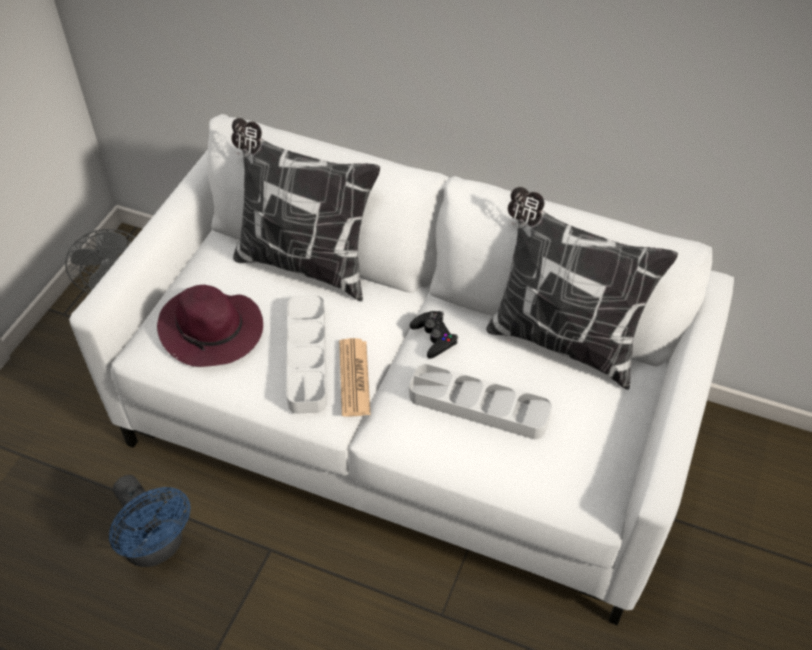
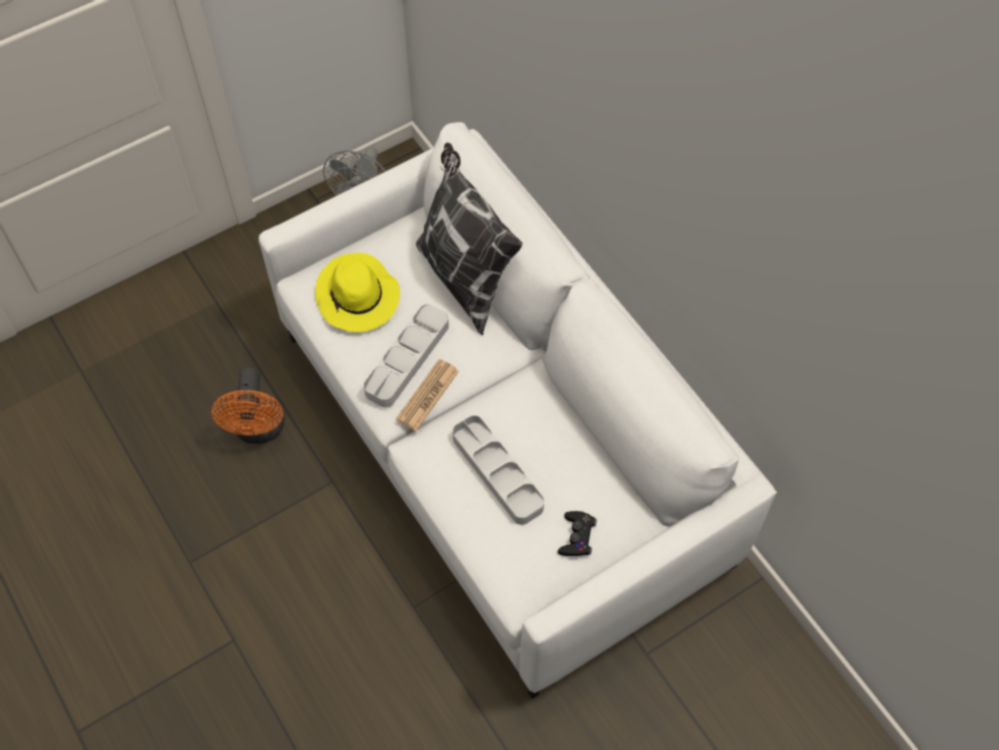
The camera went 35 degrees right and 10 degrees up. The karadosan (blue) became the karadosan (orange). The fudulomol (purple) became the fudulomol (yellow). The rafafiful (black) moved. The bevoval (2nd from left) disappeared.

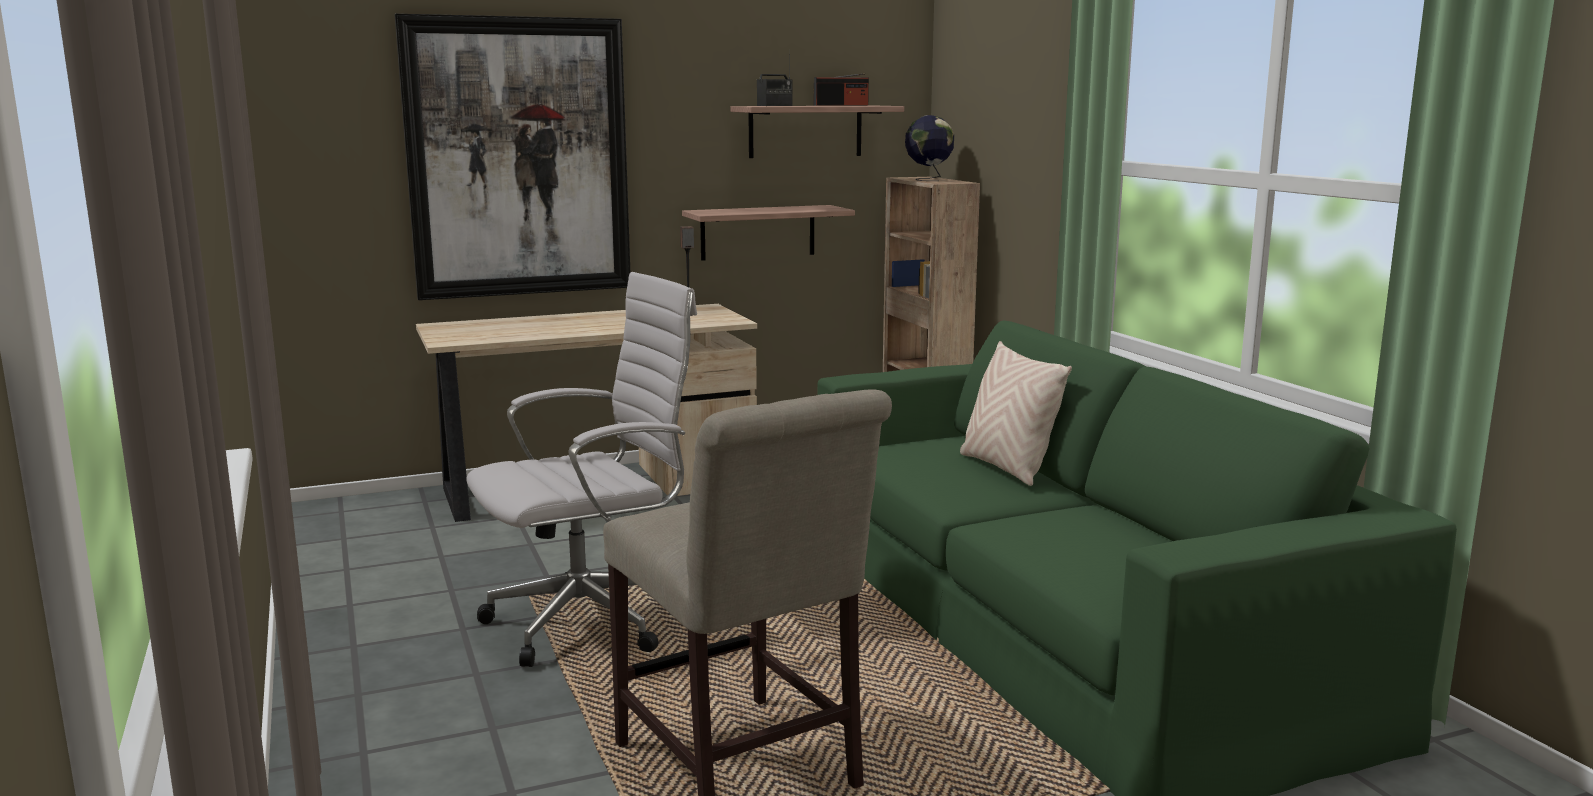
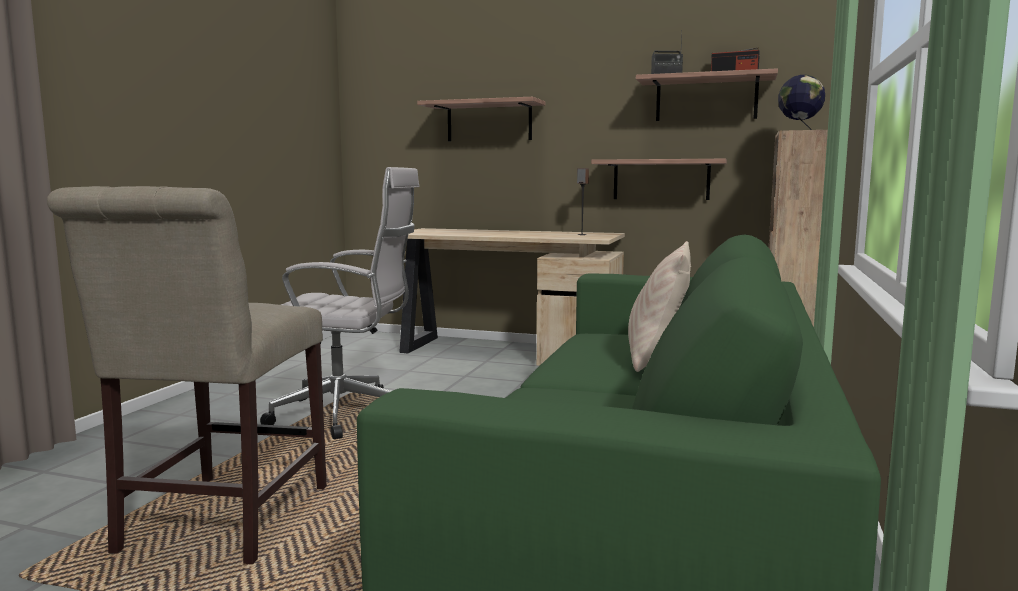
The camera went 40 degrees right and 5 degrees down. The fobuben was replaced by the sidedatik (1st from left).

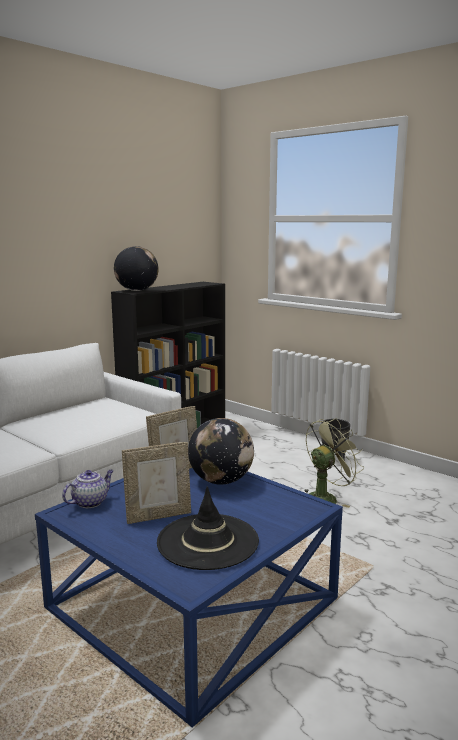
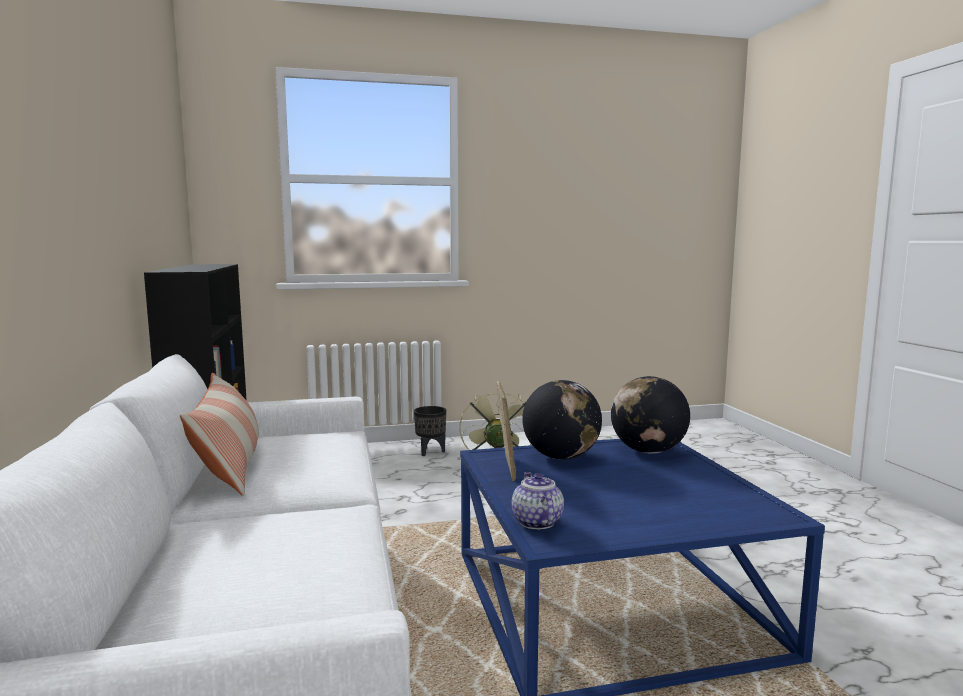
The camera went 55 degrees left and 5 degrees down. The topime (1st from left in the first image) moved. The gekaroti (1st from left) disappeared. The fudulomol (black) disappeared. The bevoval appeared.

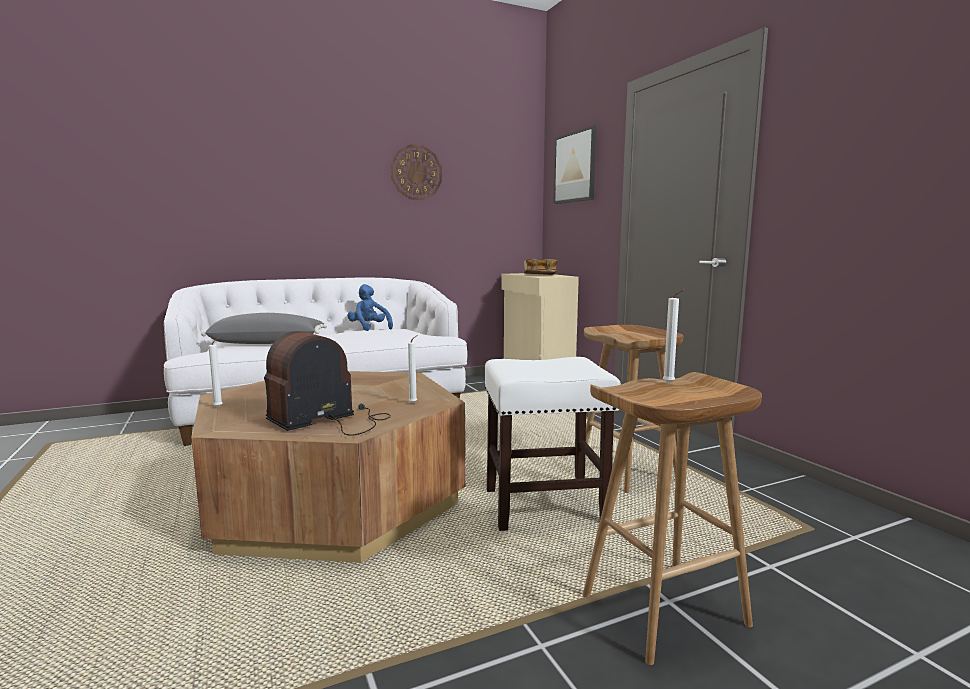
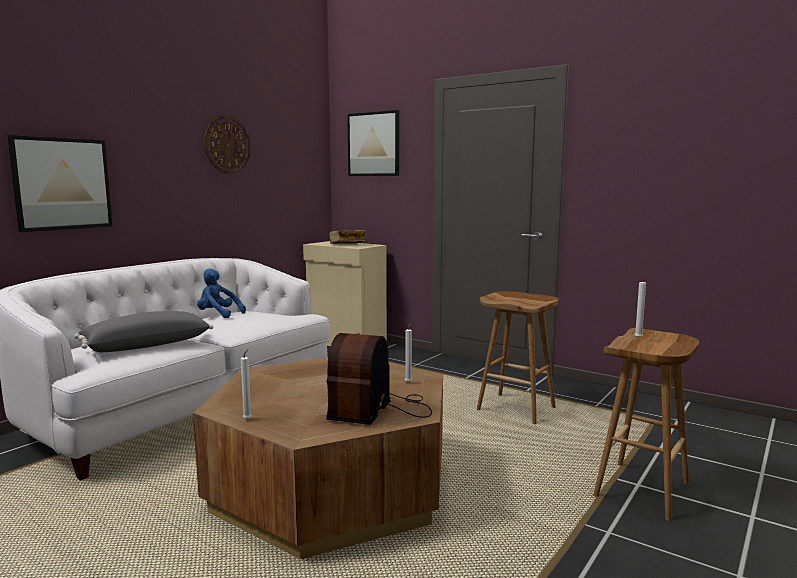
The camera went 30 degrees left and 0 degrees up. The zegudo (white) disappeared. The fobuben (1st from left) appeared.

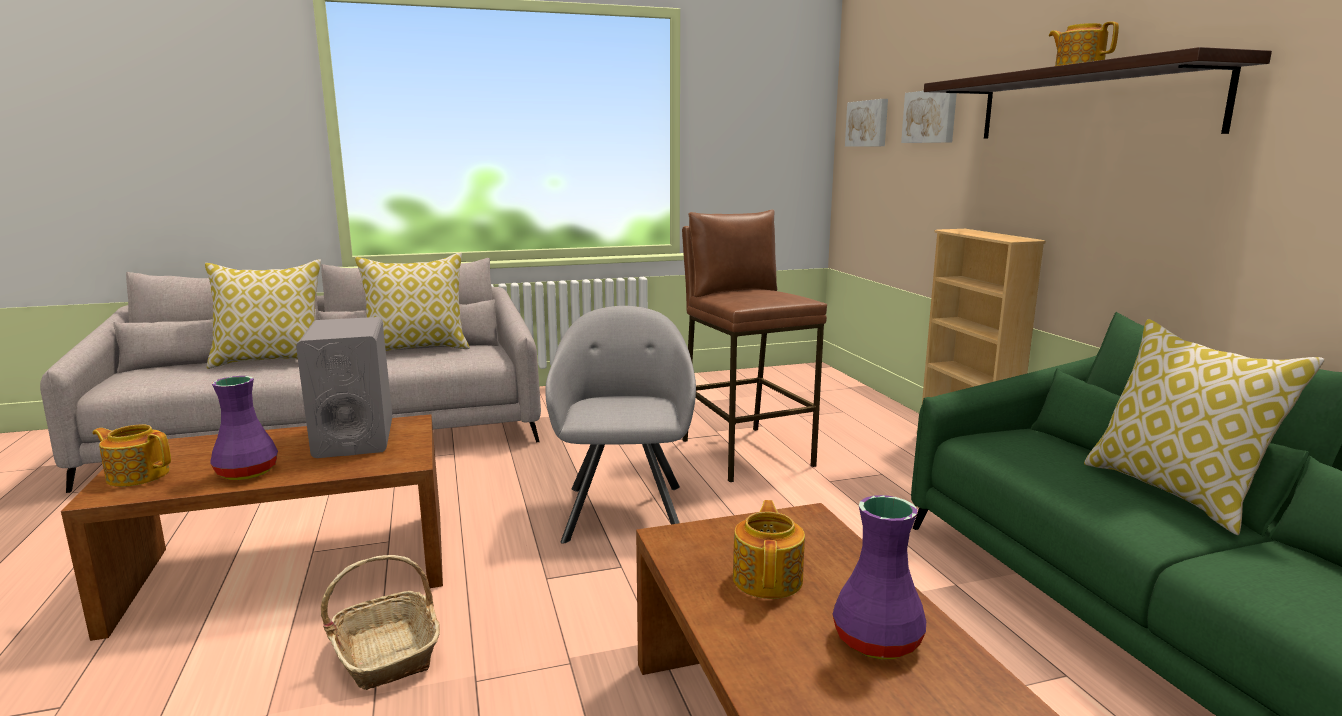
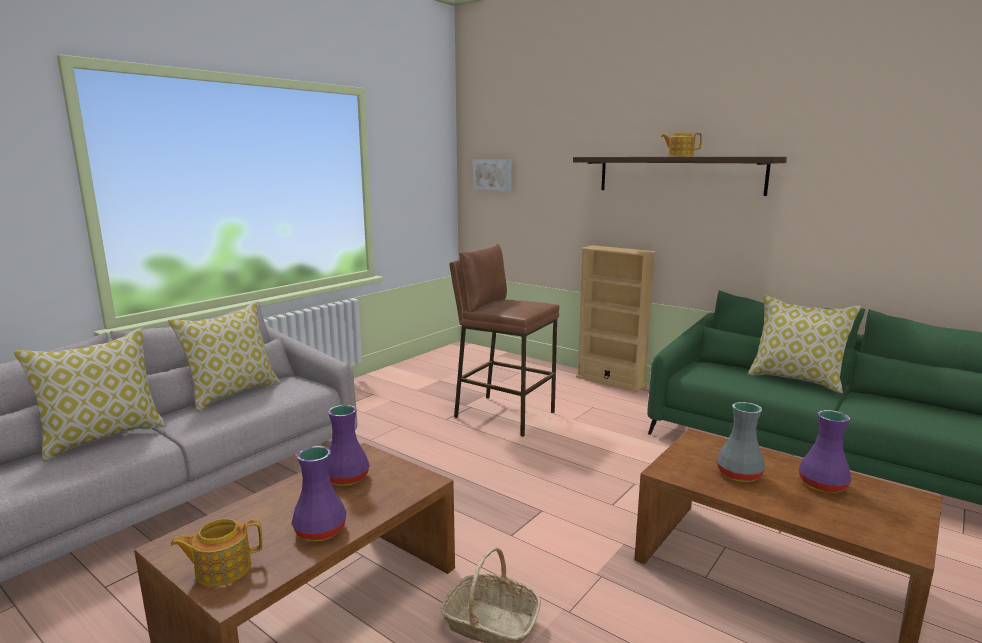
The camera went 35 degrees left and 0 degrees up. The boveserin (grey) was replaced by the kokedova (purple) (2nd from left). The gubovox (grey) disappeared. The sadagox (2nd from left) was replaced by the kokedova (grey). The fobuben (2nd from left) disappeared.

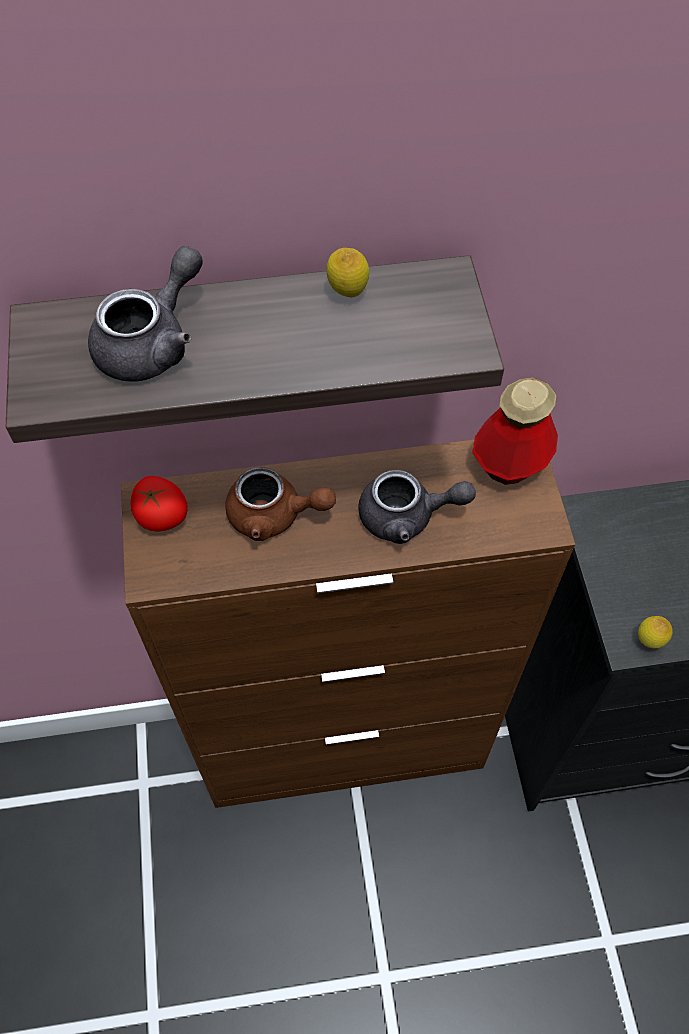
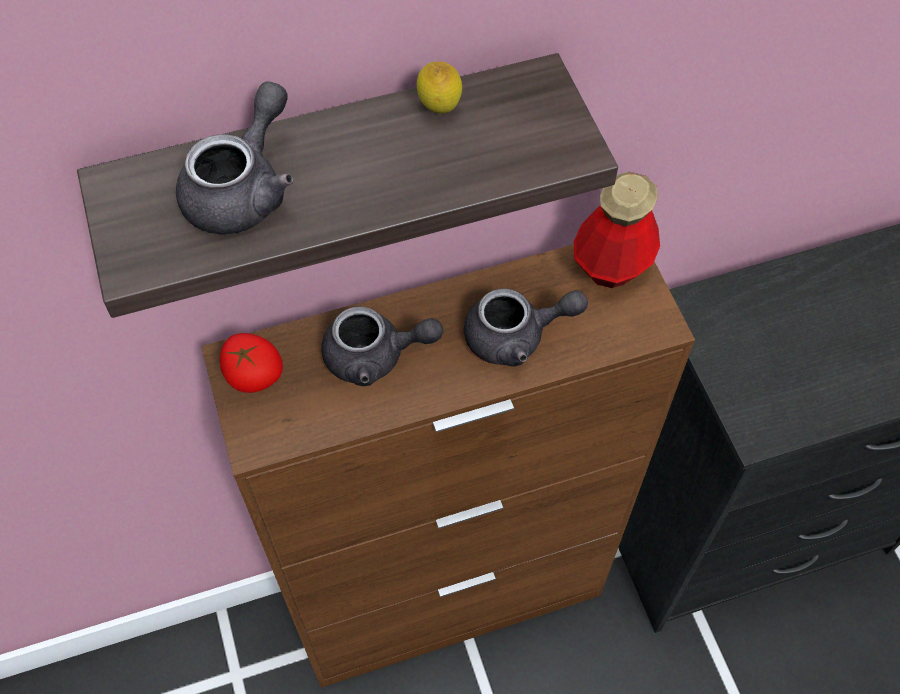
The camera went 10 degrees left and 0 degrees up. The sadagox (brown) became the sadagox (grey) (2nd from left). The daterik (2nd from left) disappeared.

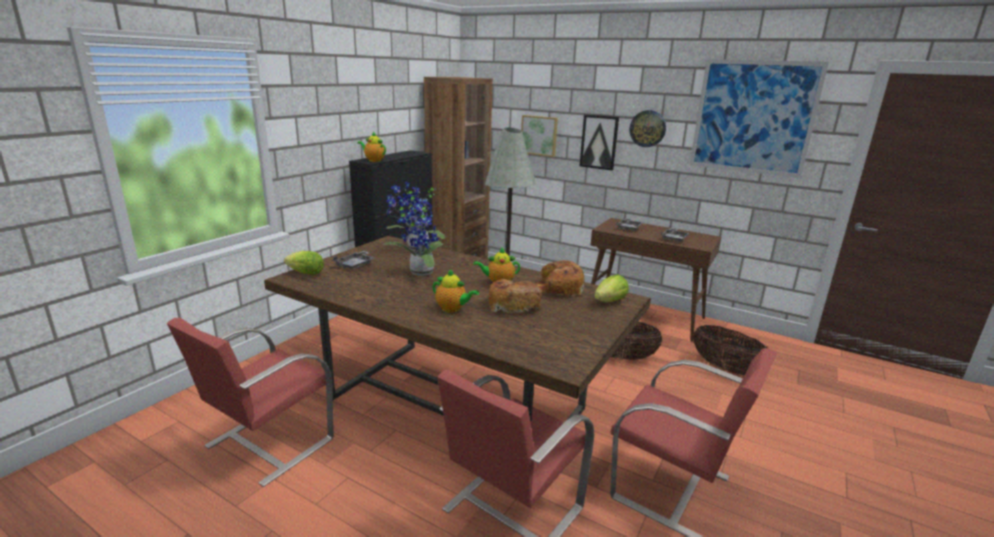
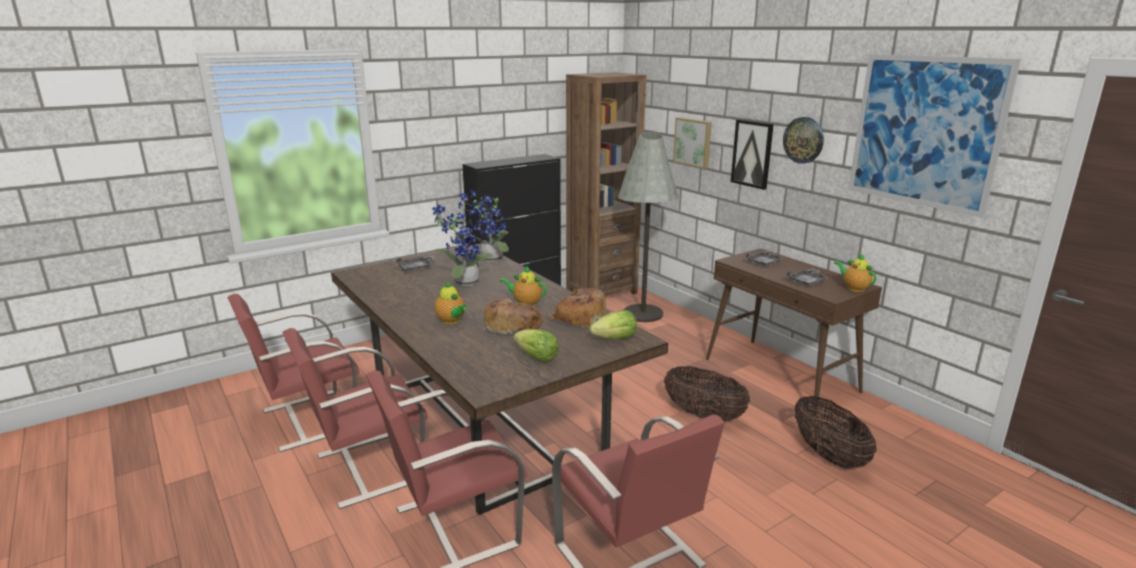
The camera went 25 degrees right and 0 degrees up. The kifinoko (1st from left) moved. The sadagox (1st from left in the first image) moved. The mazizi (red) (2nd from left) appeared.

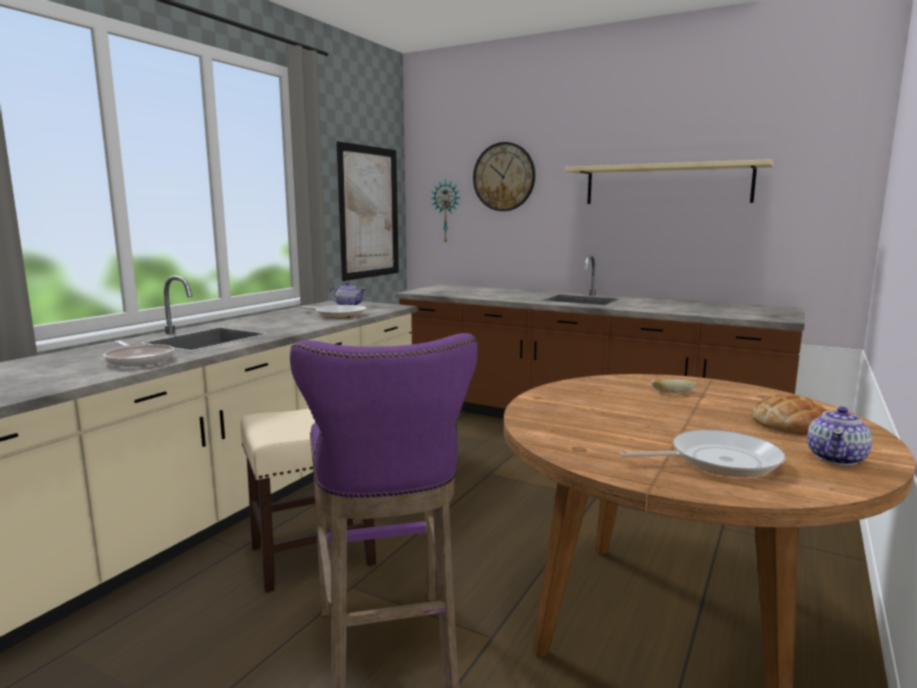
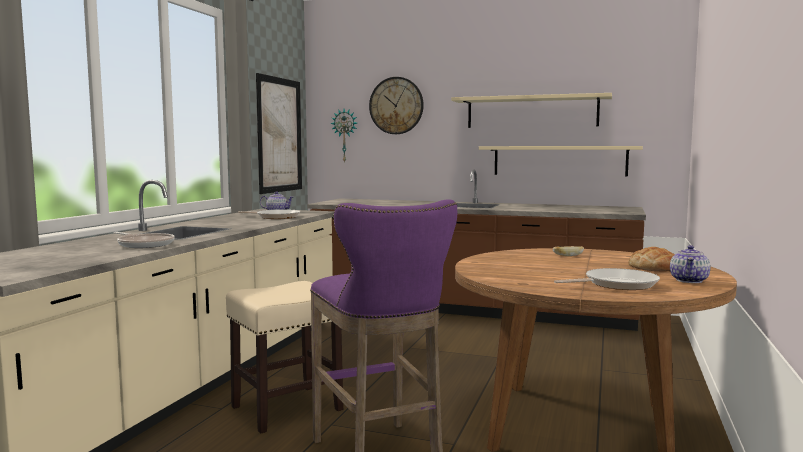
The camera went 10 degrees left and 5 degrees down. The sidedatik (beige) (2nd from left) appeared.

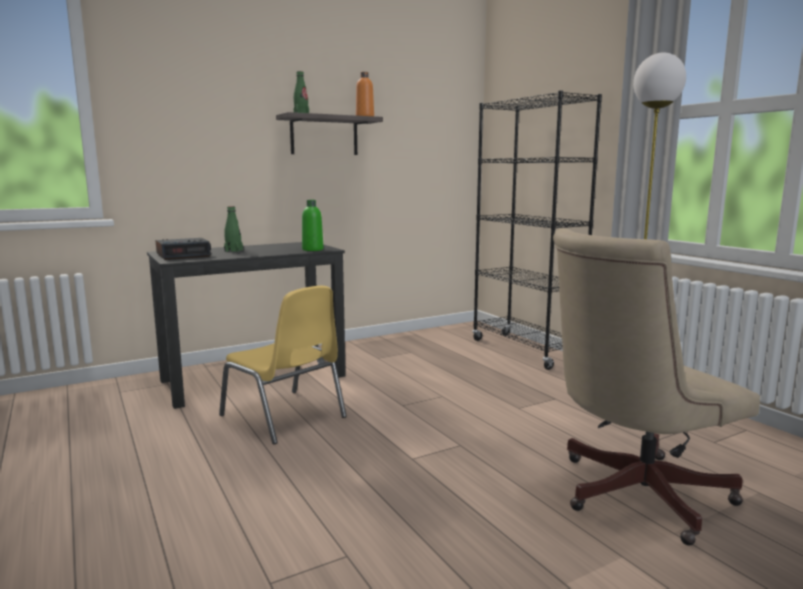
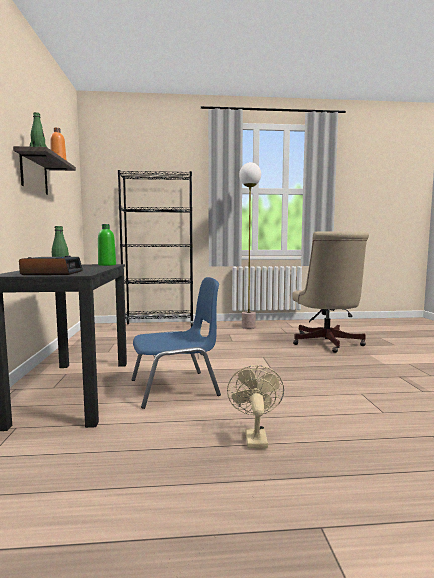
The camera went 65 degrees left and 5 degrees down. The mazizi (yellow) became the mazizi (blue). The karadosan (beige) appeared.

